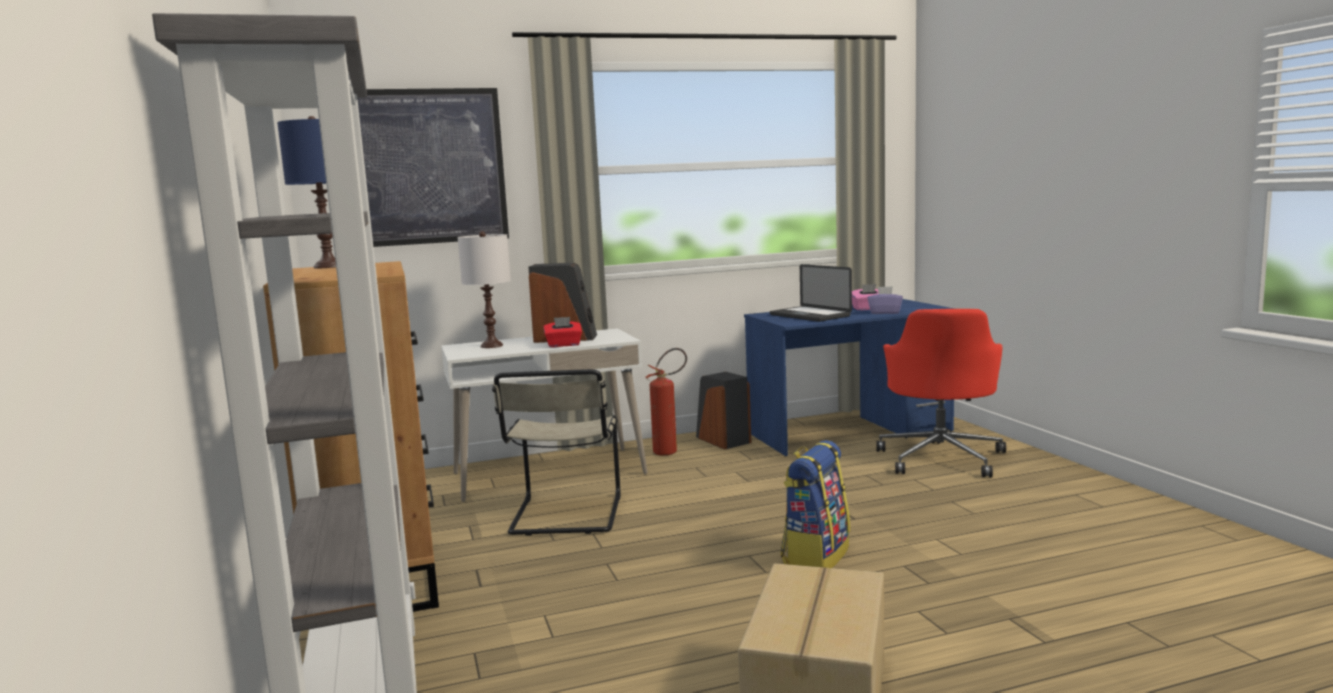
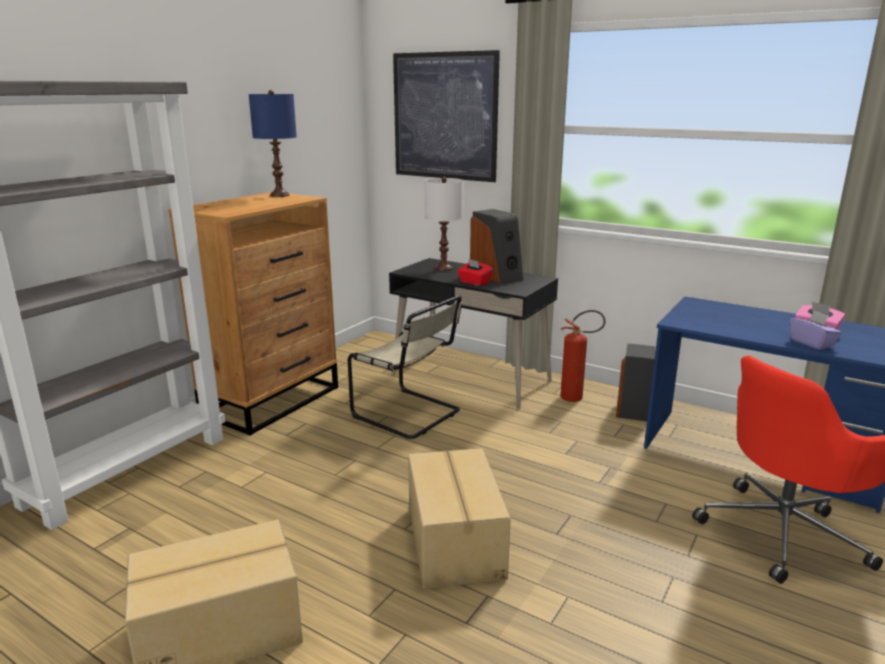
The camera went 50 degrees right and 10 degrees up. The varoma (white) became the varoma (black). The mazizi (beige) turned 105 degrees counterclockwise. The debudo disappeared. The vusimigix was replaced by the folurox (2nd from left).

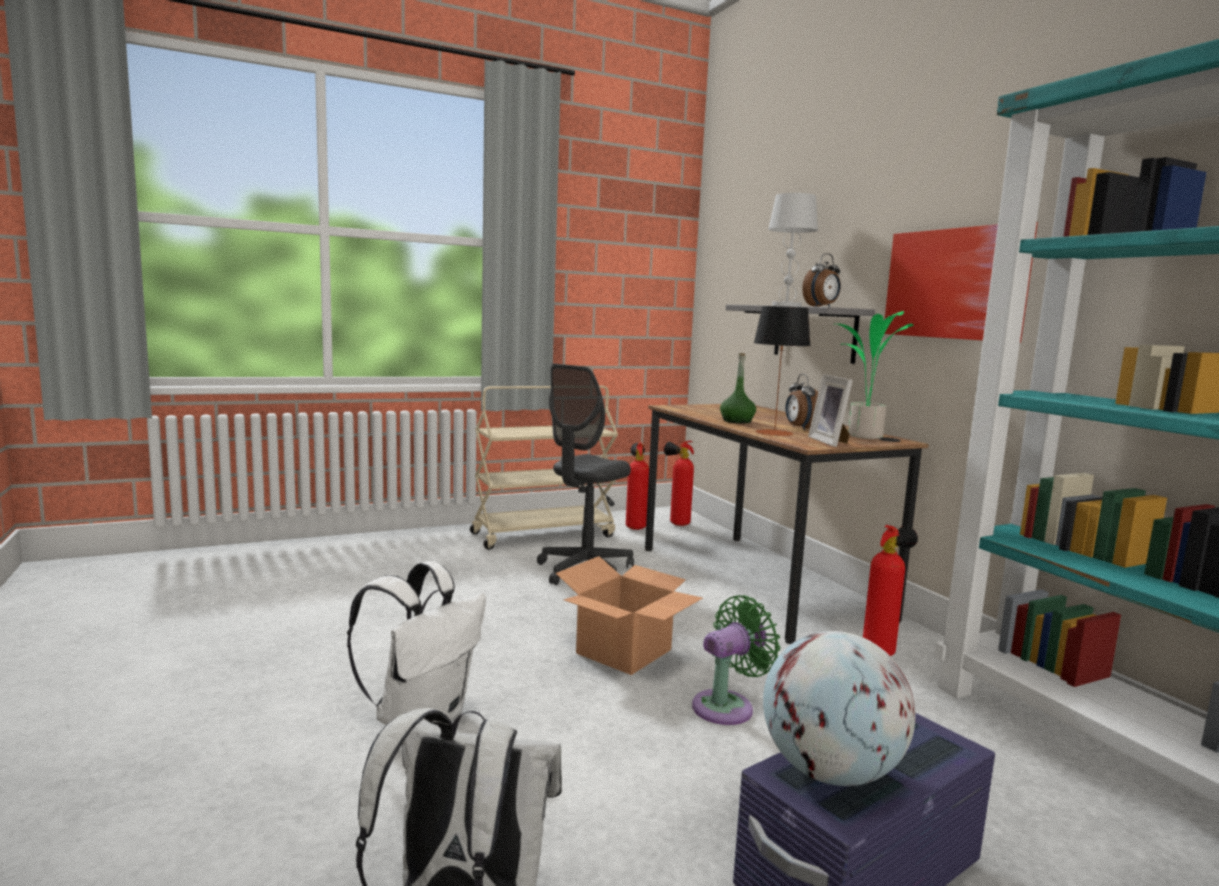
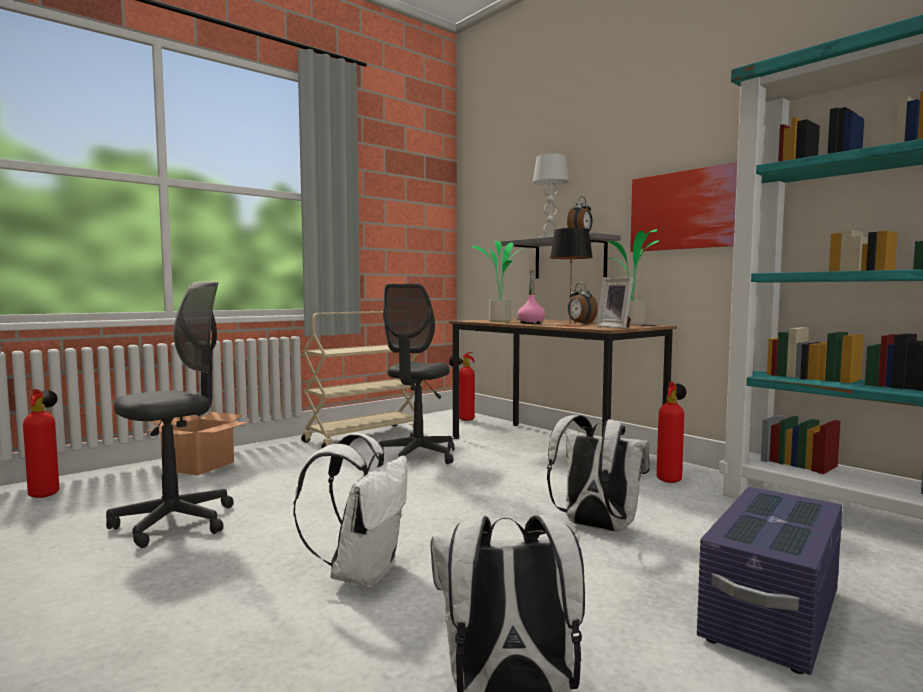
The camera went 15 degrees left and 5 degrees down. The folurox moved. The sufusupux (1st from left) moved. The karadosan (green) was replaced by the vusimigix (white) (3rd from left). The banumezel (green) became the banumezel (pink). The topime disappeared. The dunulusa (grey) (1st from left) appeared. The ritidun (1st from left) appeared.

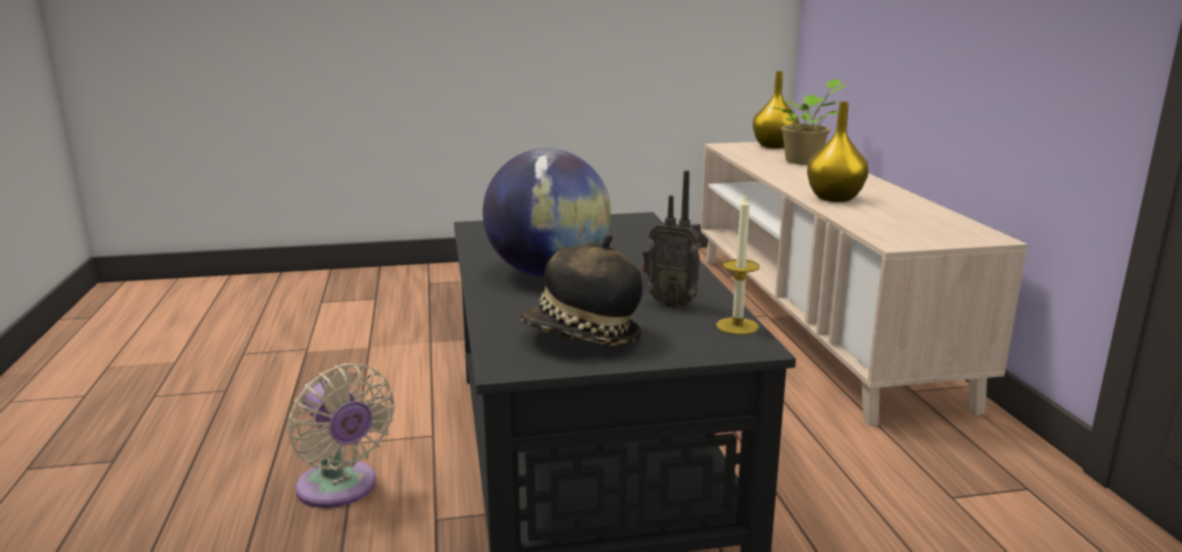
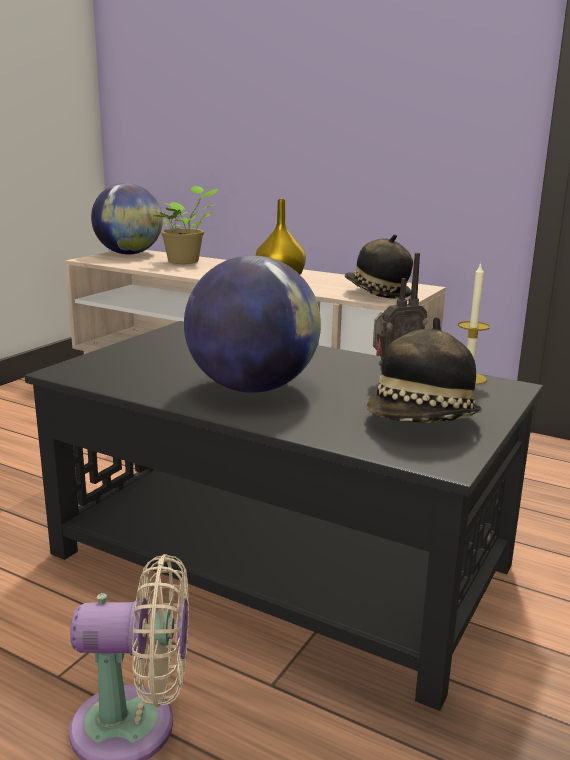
The camera went 50 degrees left and 0 degrees up. The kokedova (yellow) (1st from left) was replaced by the topime (1st from left). The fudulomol (1st from left) appeared.

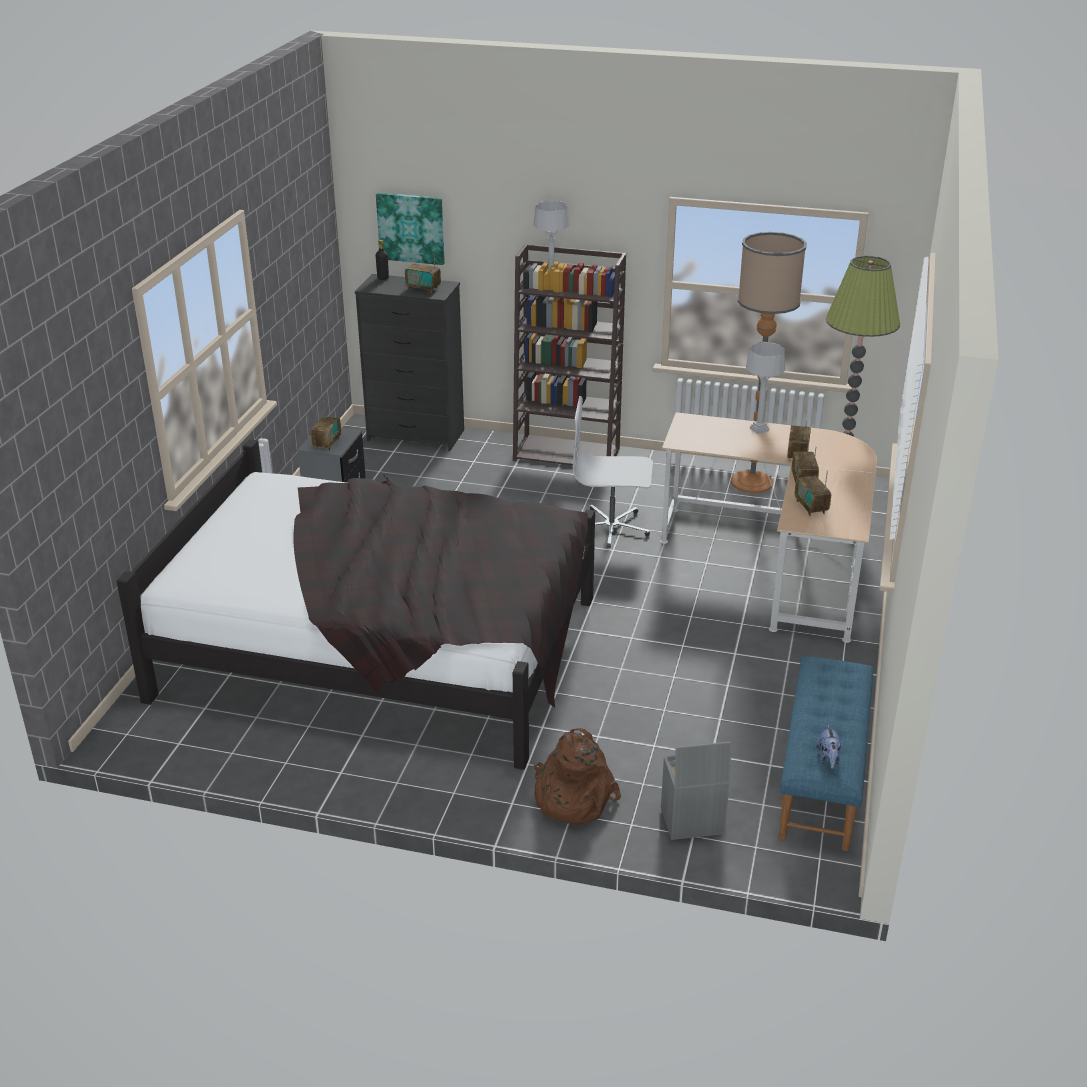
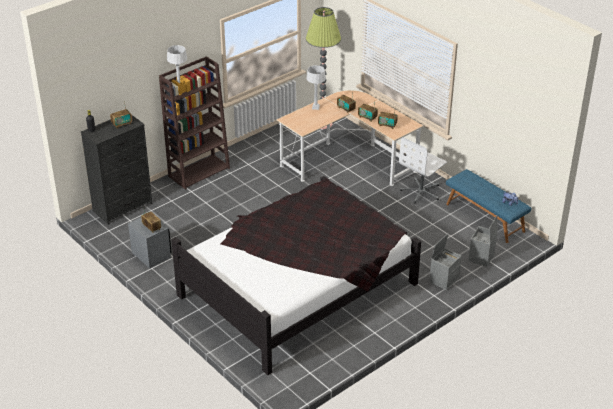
The camera went 55 degrees left and 5 degrees up. The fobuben disappeared. The vusimigix (brown) was replaced by the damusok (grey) (1st from left). The dunulusa (white) moved. The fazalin (1st from left) disappeared.

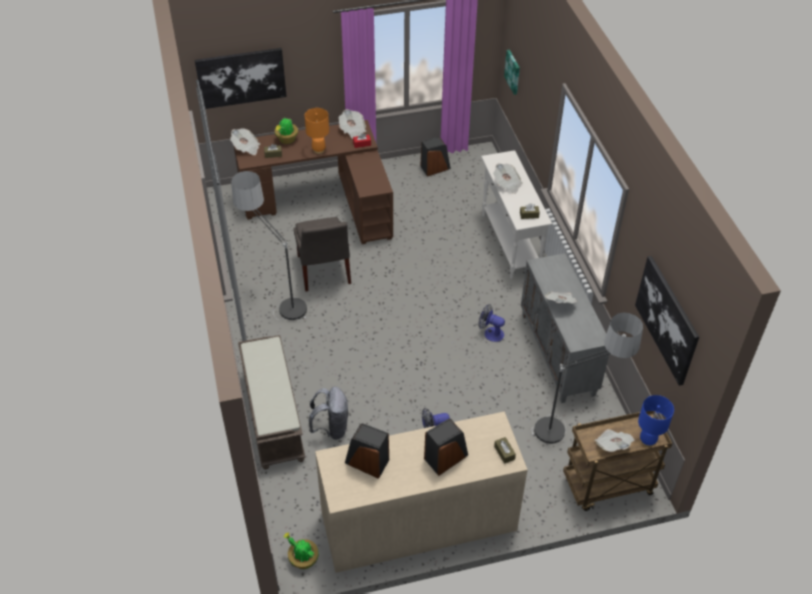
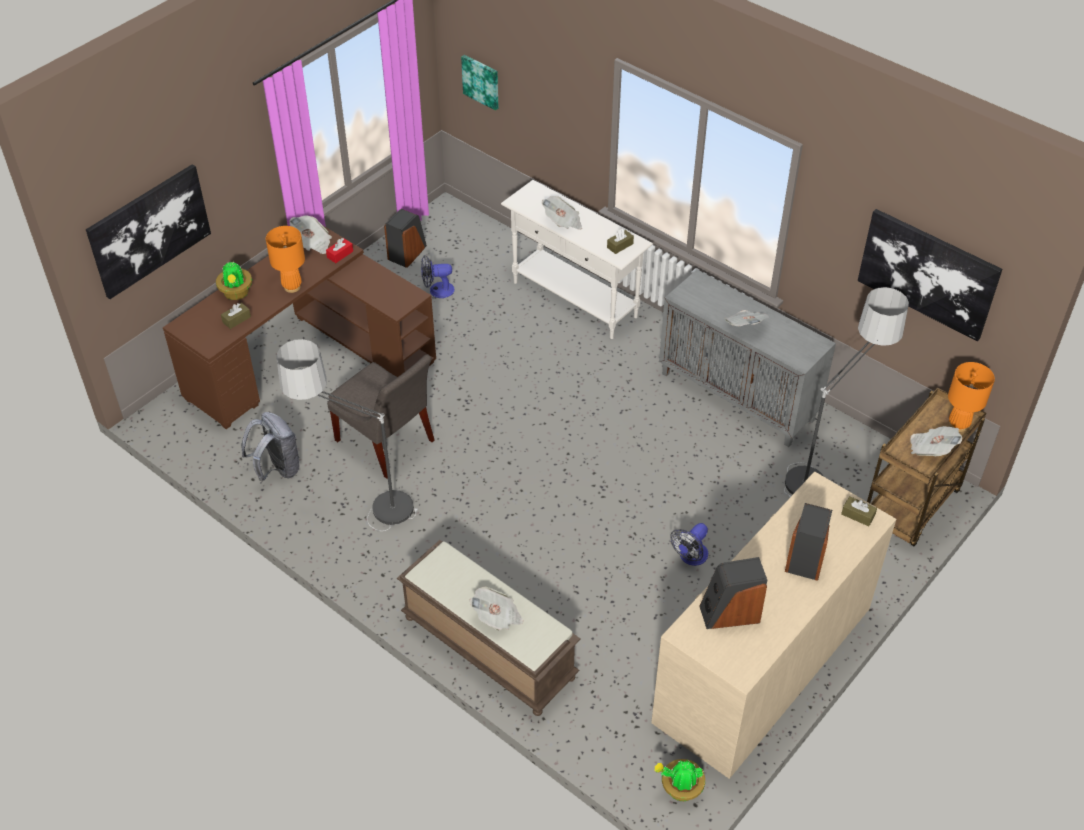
The camera went 35 degrees left and 0 degrees up. The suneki (1st from left in the first image) moved. The vusimigix (grey) moved. The karadosan (2nd from left in the first image) moved. The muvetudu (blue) became the muvetudu (orange) (2nd from left).

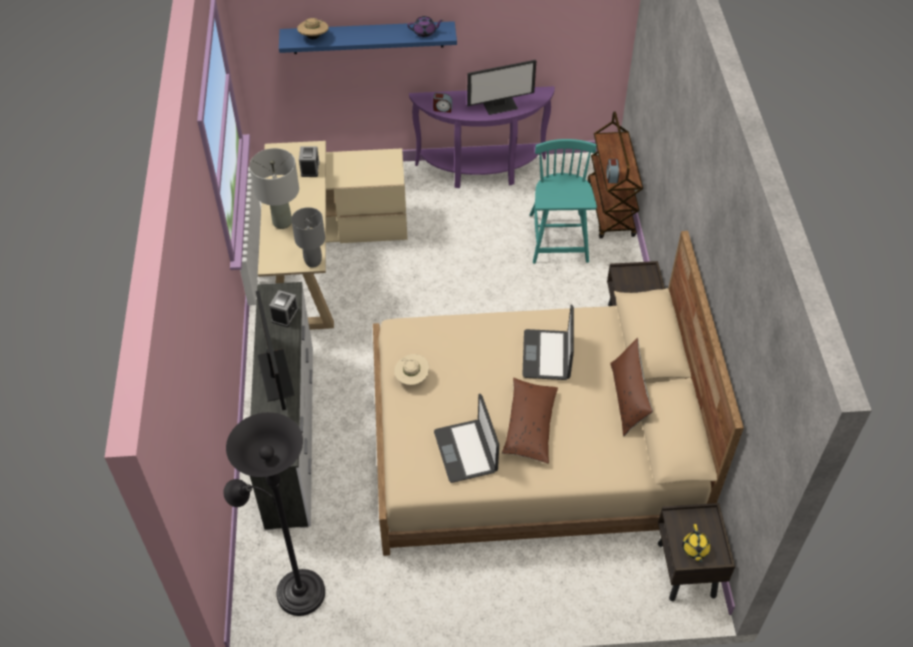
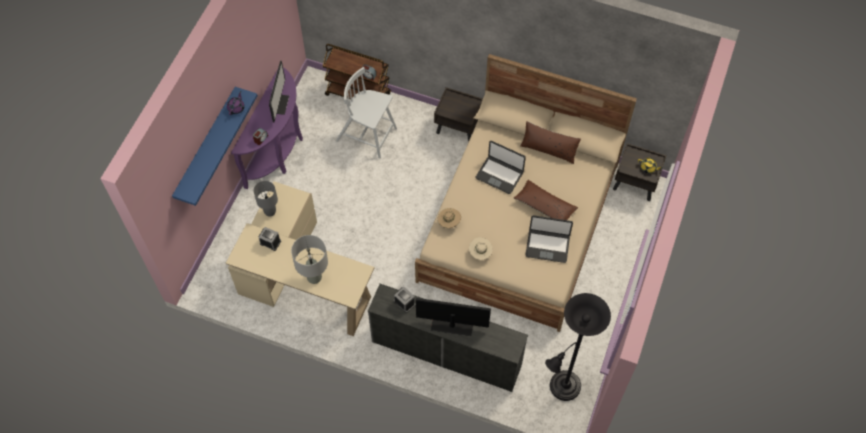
The camera went 65 degrees left and 10 degrees up. The muvetudu (grey) (2nd from left in the first image) moved. The fudulomol (beige) (1st from left) moved. The mazizi (turquoise) became the mazizi (white).

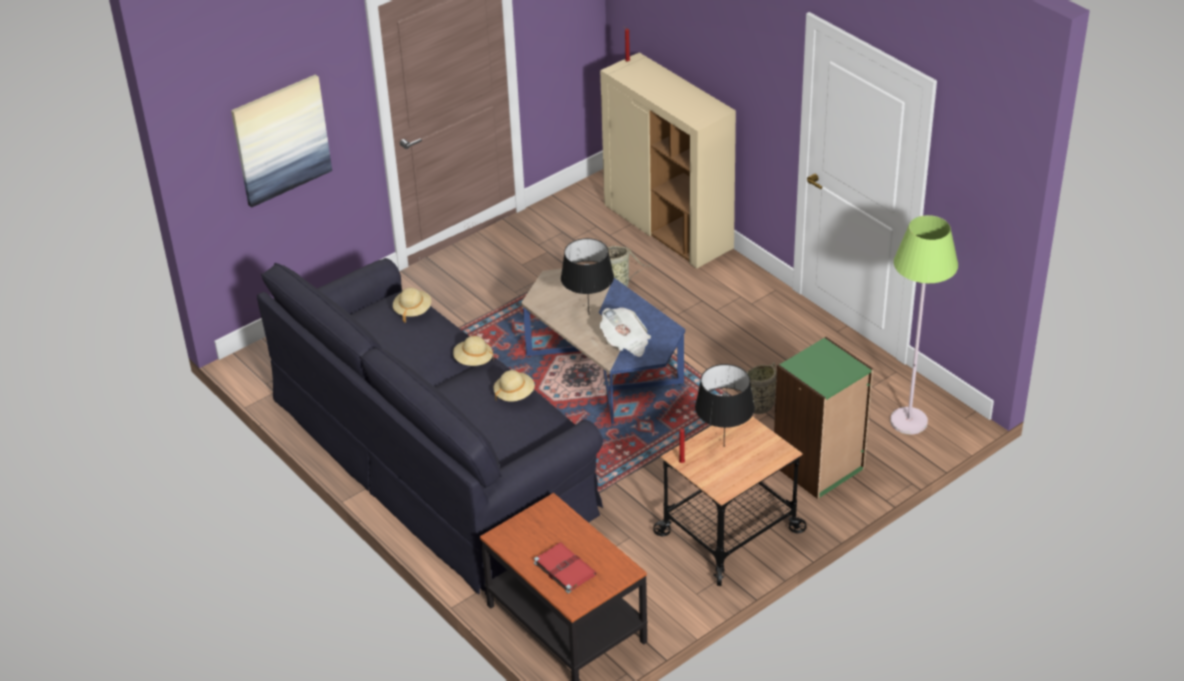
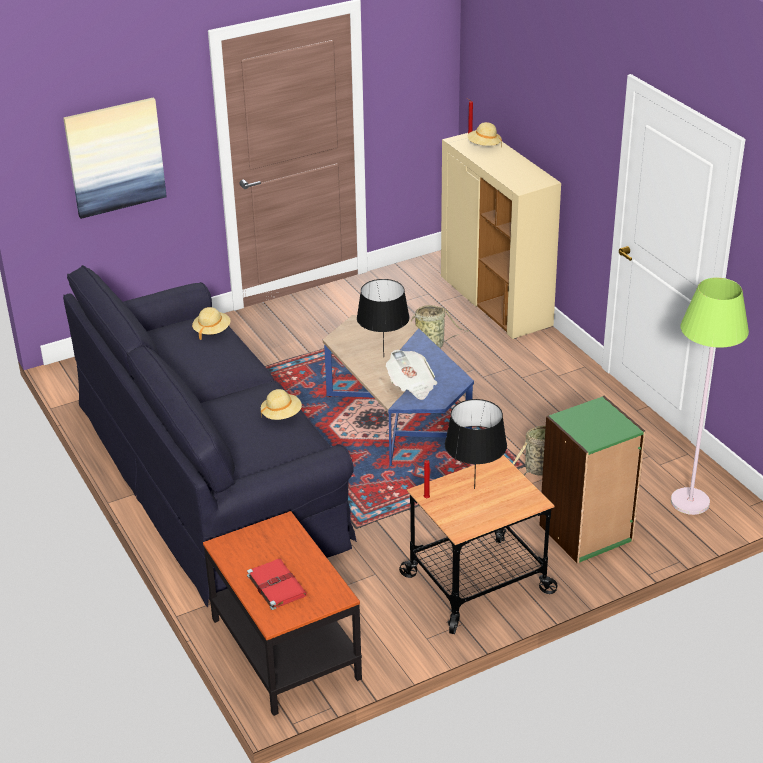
The camera went 10 degrees right and 5 degrees down. The fudulomol (beige) (2nd from left in the first image) moved.

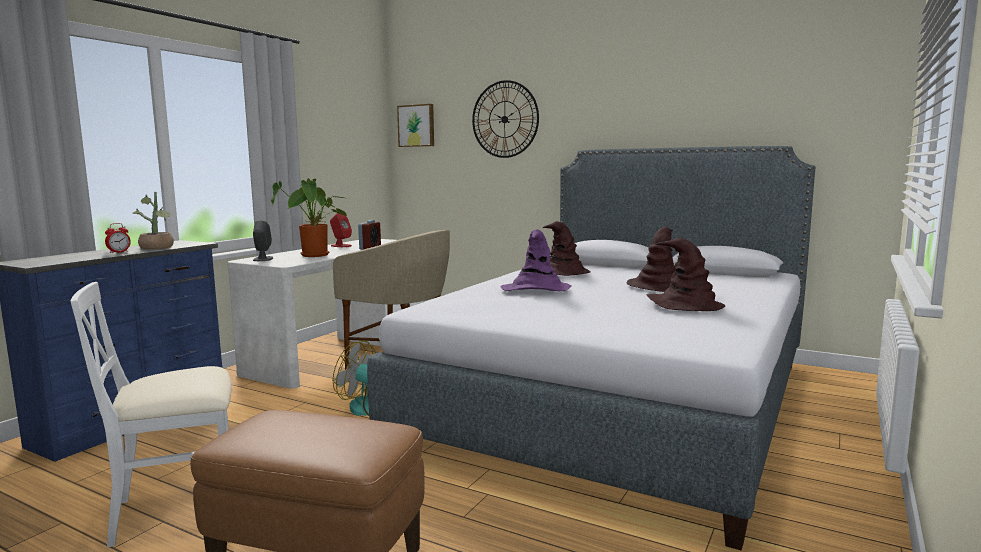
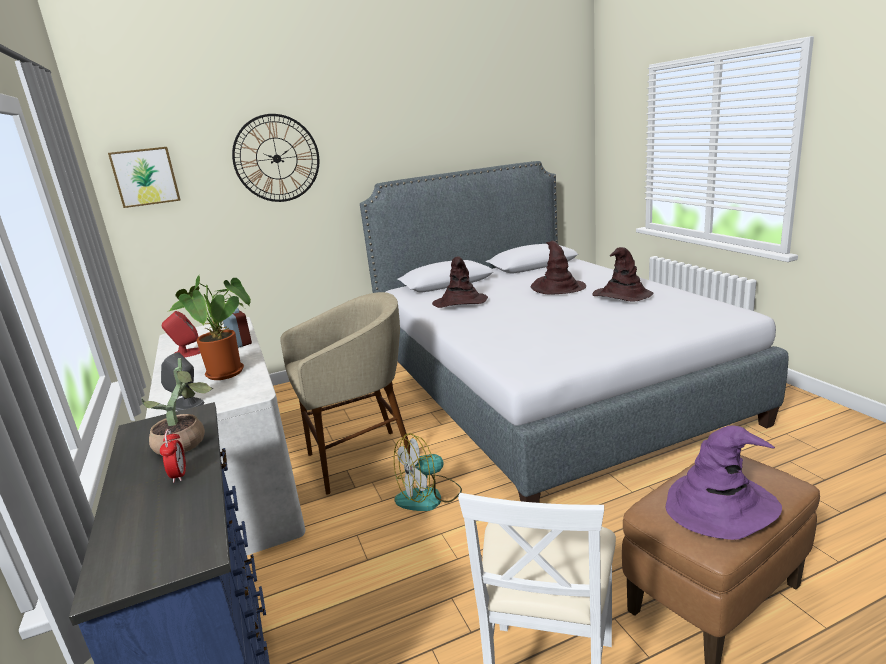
The camera went 50 degrees left and 10 degrees up. The fudulomol (purple) moved.

